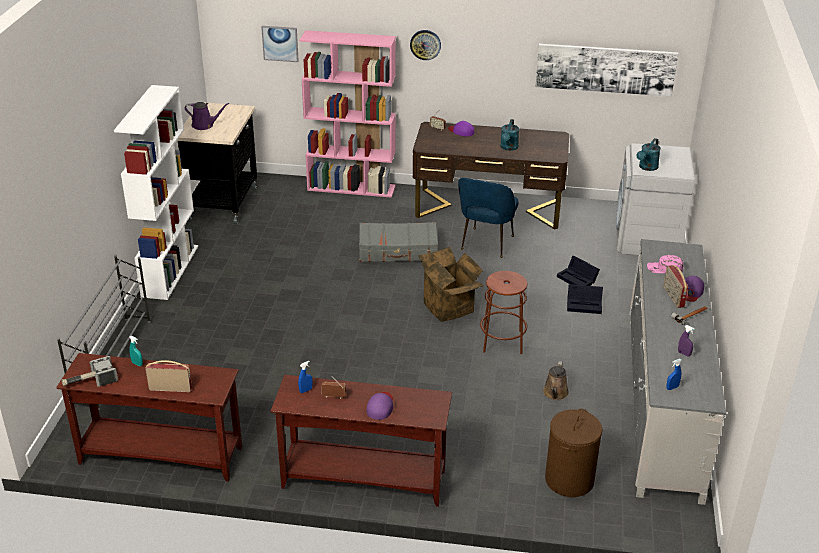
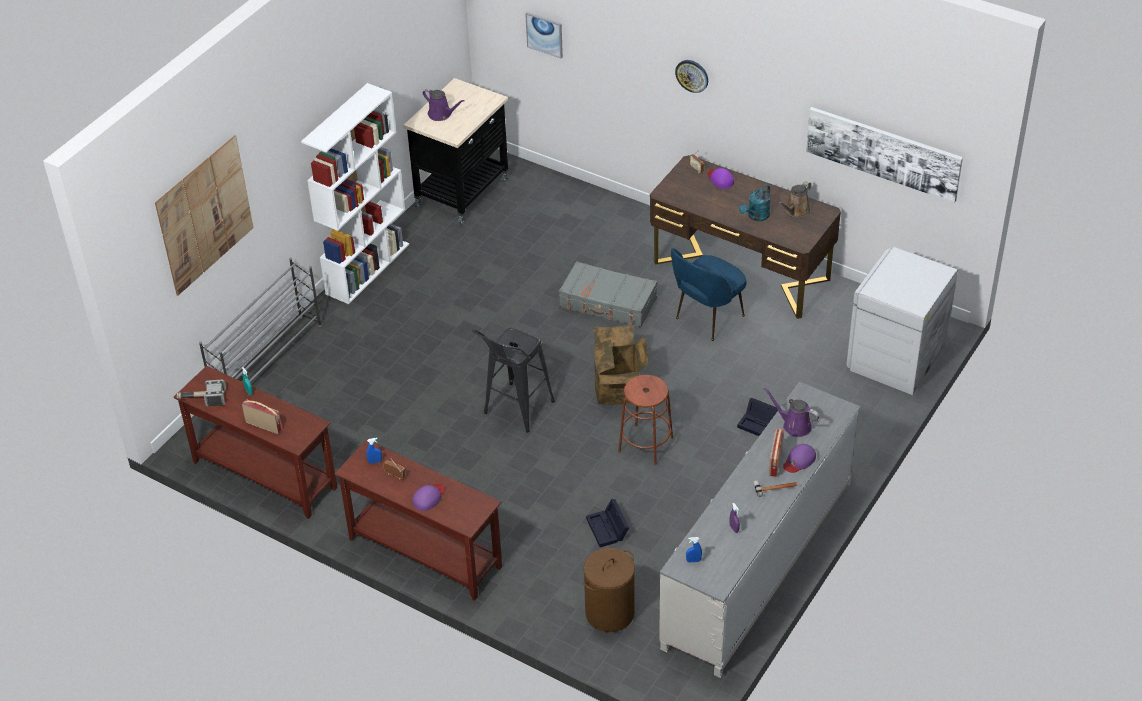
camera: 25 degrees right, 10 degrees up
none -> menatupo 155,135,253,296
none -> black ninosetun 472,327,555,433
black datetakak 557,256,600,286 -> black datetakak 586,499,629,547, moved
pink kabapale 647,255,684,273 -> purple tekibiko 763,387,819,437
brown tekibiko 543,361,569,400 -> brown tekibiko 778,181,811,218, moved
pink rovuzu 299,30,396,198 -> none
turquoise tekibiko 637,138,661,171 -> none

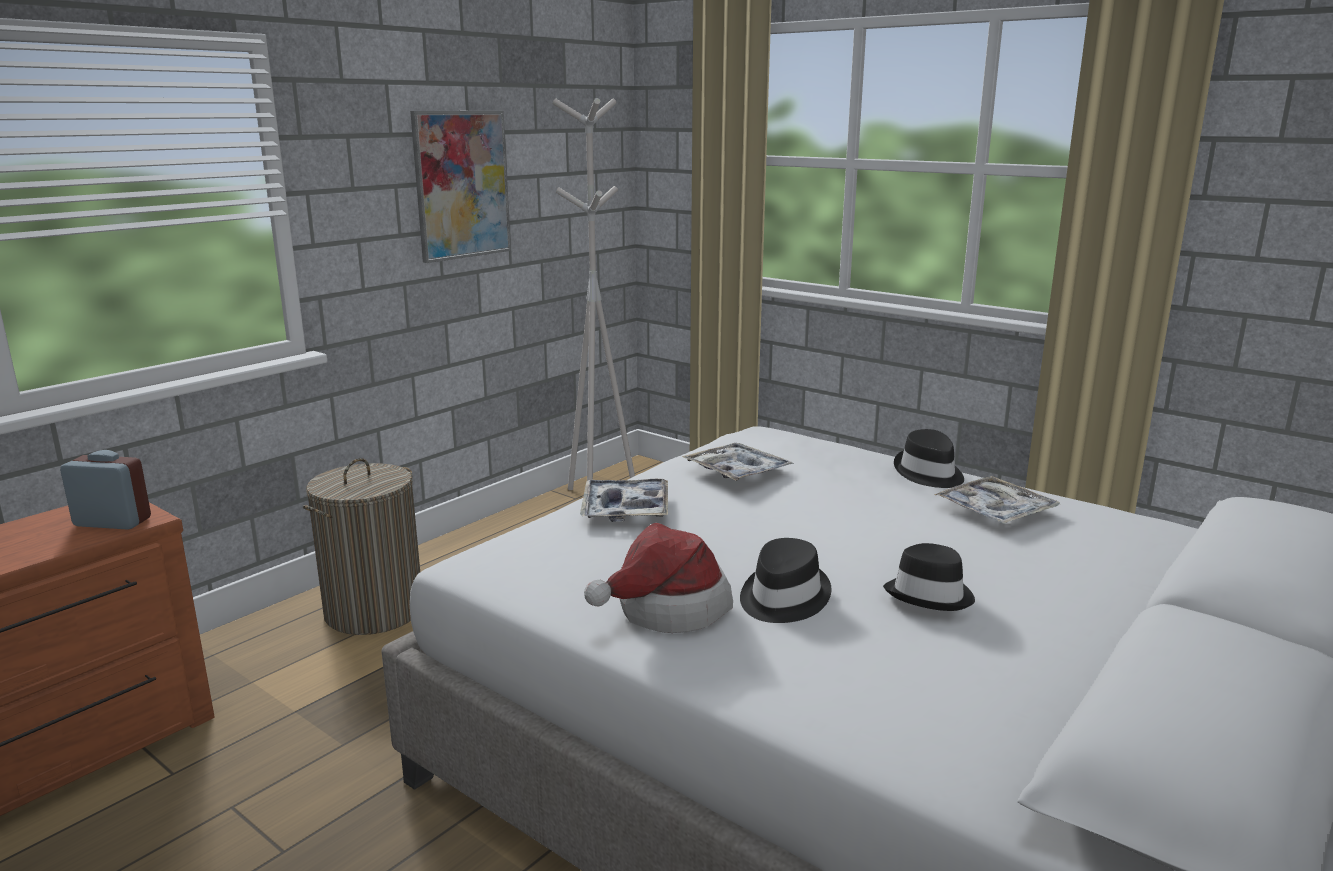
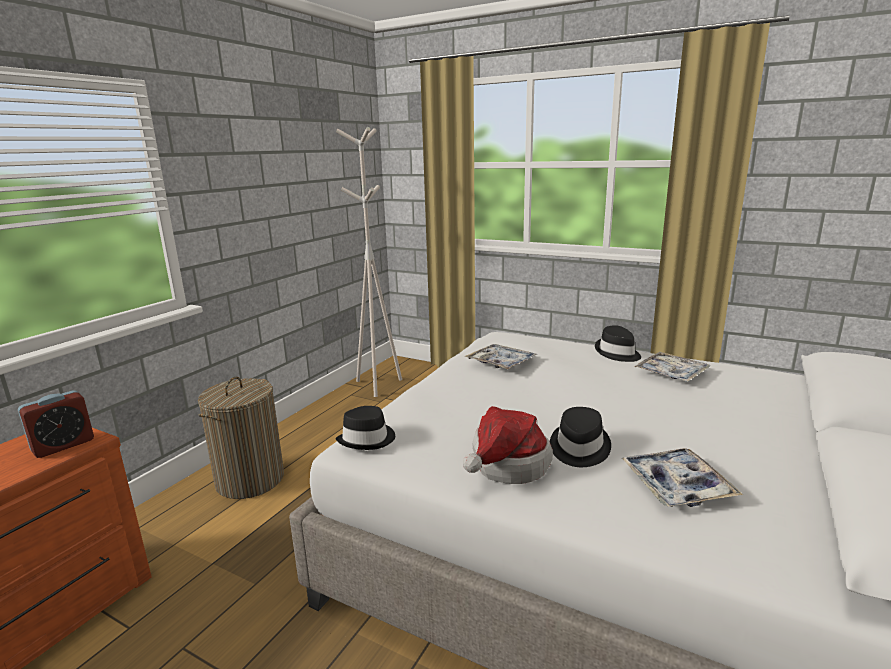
camera: 10 degrees left, 0 degrees up
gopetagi 60,450,151,530 -> gopetagi 18,390,94,458, 135 degrees clockwise
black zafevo 883,543,975,611 -> black zafevo 335,406,395,450, moved
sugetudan 580,479,668,522 -> sugetudan 622,448,743,507, moved
menatupo 410,111,511,263 -> none

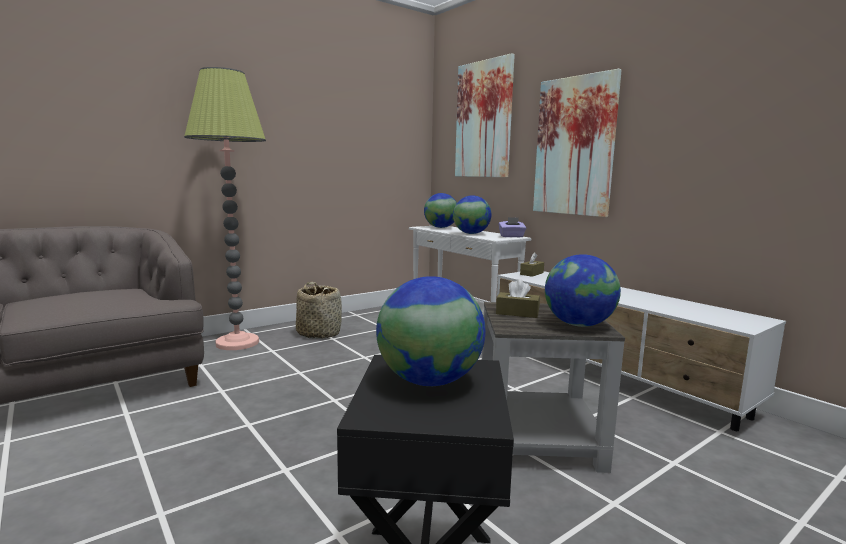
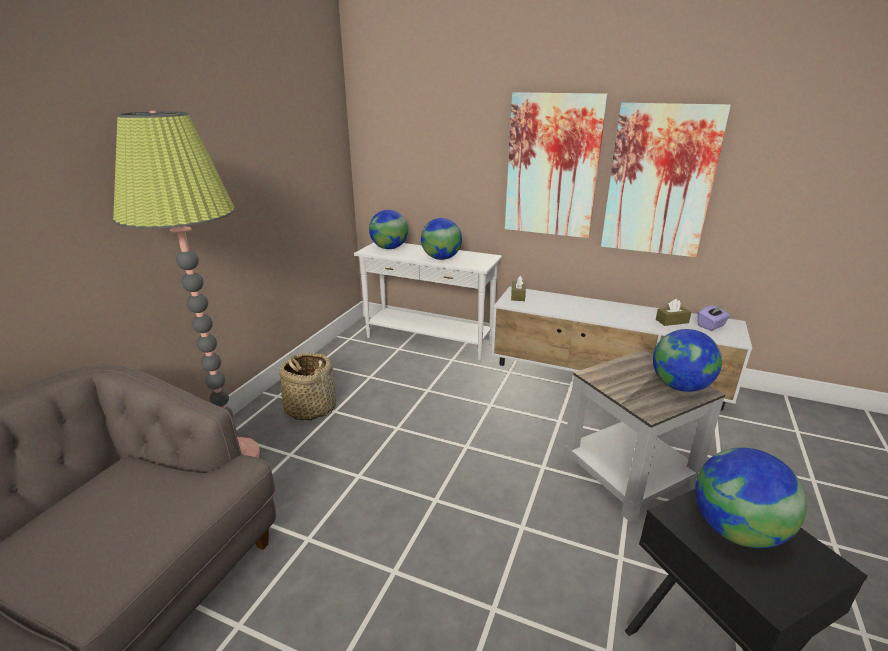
camera: 30 degrees left, 15 degrees up
menatupo 455,53,515,177 -> menatupo 601,103,731,257, moved
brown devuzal 496,279,540,318 -> brown devuzal 656,299,691,326, moved
purple devuzal 499,217,526,237 -> purple devuzal 697,305,731,331, moved

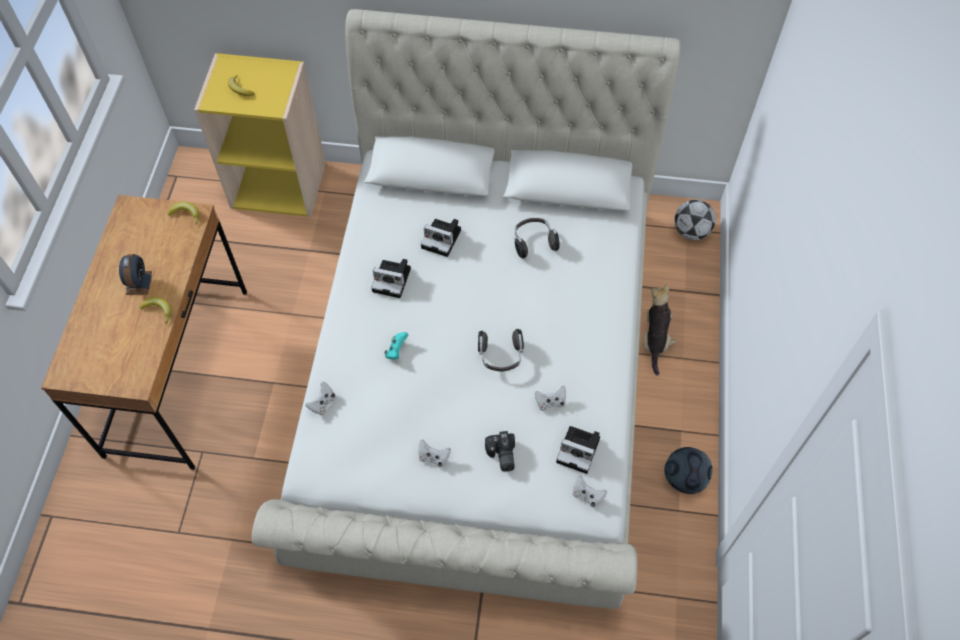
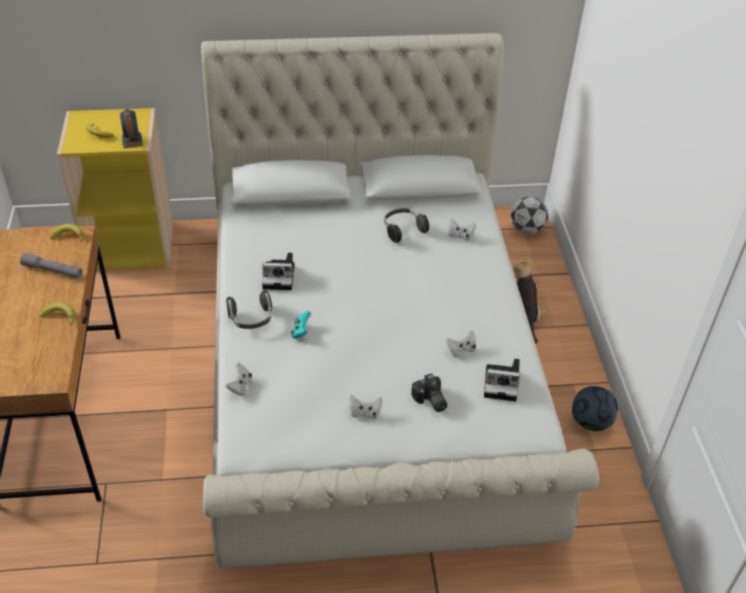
camera: 15 degrees left, 15 degrees down
none -> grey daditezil 20,253,82,279
gopetagi 119,254,152,295 -> gopetagi 120,109,143,148, moved
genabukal 478,329,524,371 -> genabukal 226,290,272,329, moved
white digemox 573,475,607,508 -> white digemox 448,218,476,240, moved
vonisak 421,219,461,257 -> none

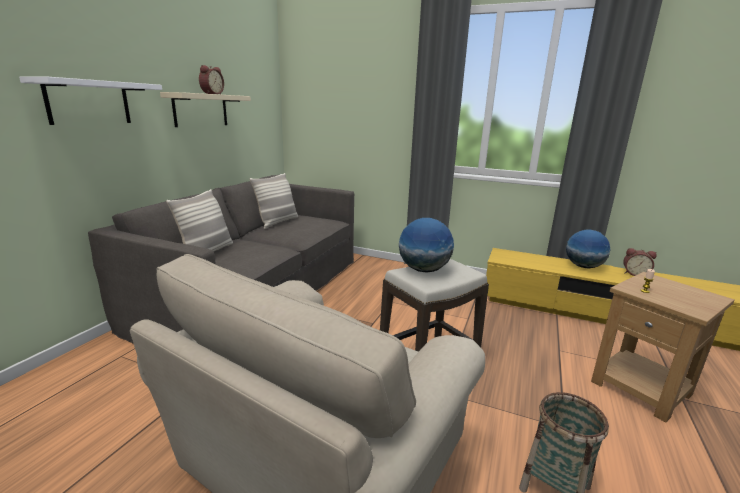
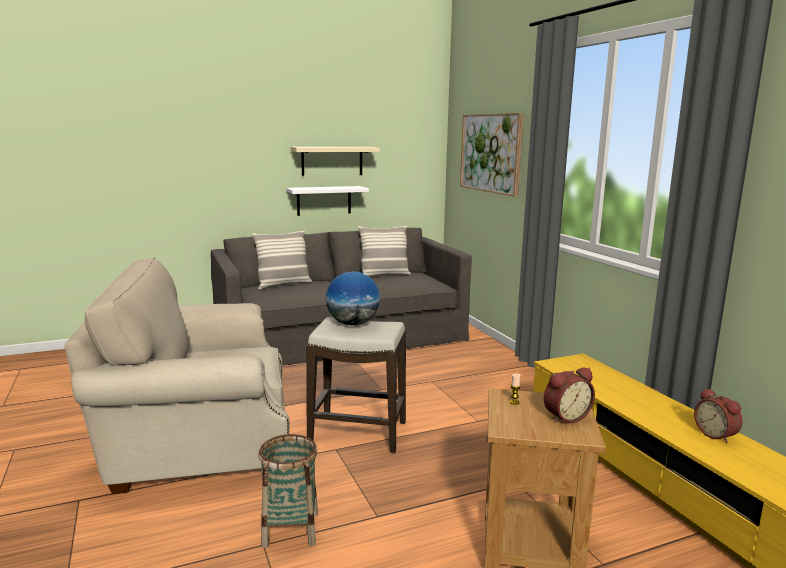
camera: 45 degrees right, 5 degrees down
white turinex 19,76,162,125 -> white turinex 286,186,369,216, moved
none -> menatupo 460,113,524,197
gopetagi 199,65,224,95 -> gopetagi 544,368,595,423, moved
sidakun 566,230,611,268 -> none

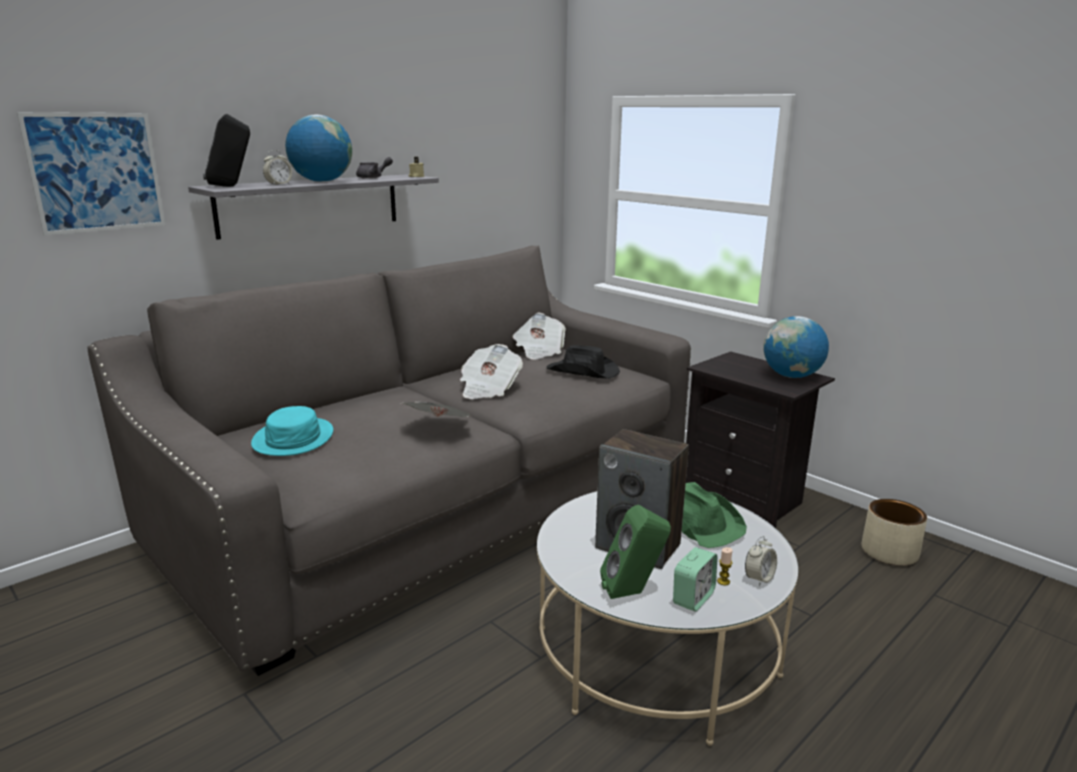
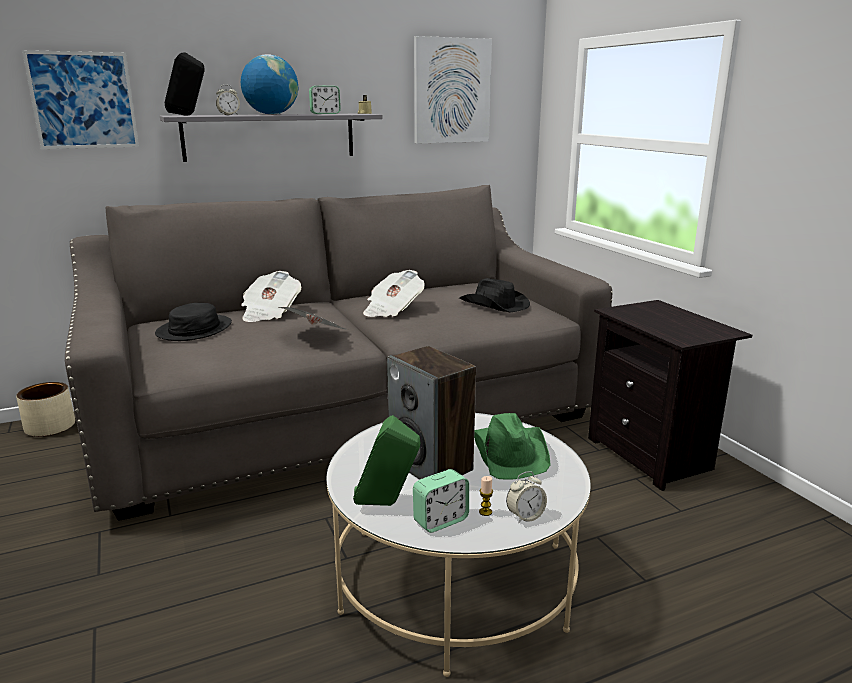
camera: 20 degrees right, 0 degrees up
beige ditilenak 862,499,927,566 -> beige ditilenak 16,382,75,437, moved
turquoise zafevo 251,406,333,456 -> black zafevo 155,303,232,341
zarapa 512,312,566,359 -> zarapa 241,271,302,322, moved
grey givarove 356,157,393,179 -> gopetagi 309,86,341,114
none -> menatupo 414,36,492,144
sidakun 763,316,829,378 -> none

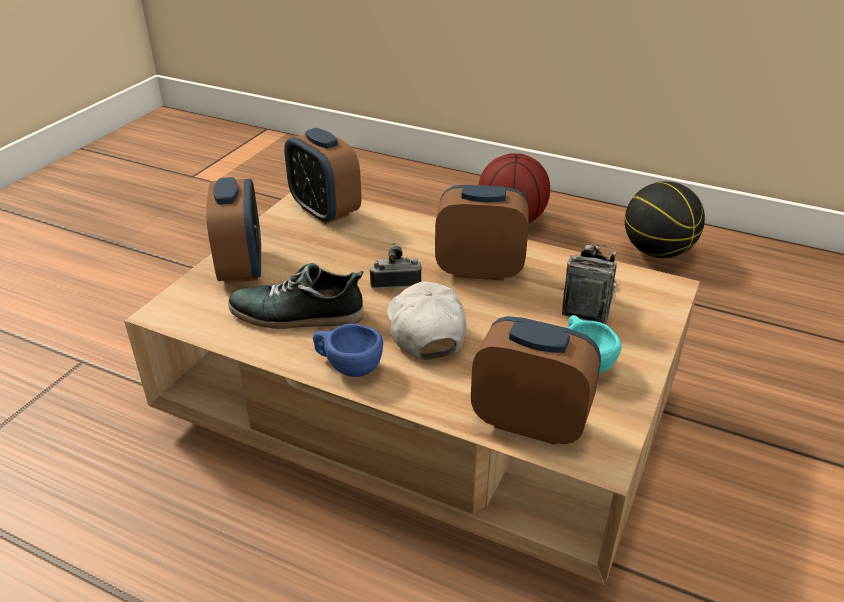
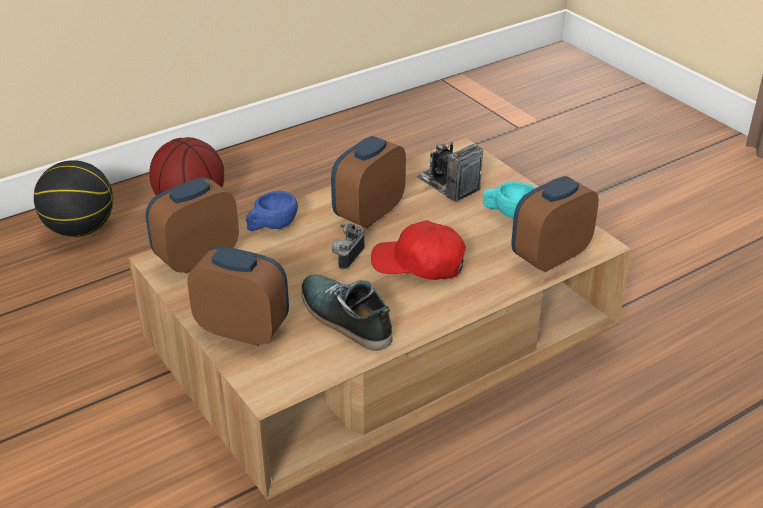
camera: 60 degrees left, 0 degrees up
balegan 625,181,705,258 -> balegan 34,160,113,237, moved
gopetagi 284,128,362,224 -> gopetagi 146,177,239,274, 150 degrees clockwise
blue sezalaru 313,324,383,377 -> blue sezalaru 246,191,298,231, moved
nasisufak 228,263,363,329 -> nasisufak 301,275,393,351, 105 degrees clockwise
white kabapale 387,281,466,360 -> red kabapale 371,220,466,280

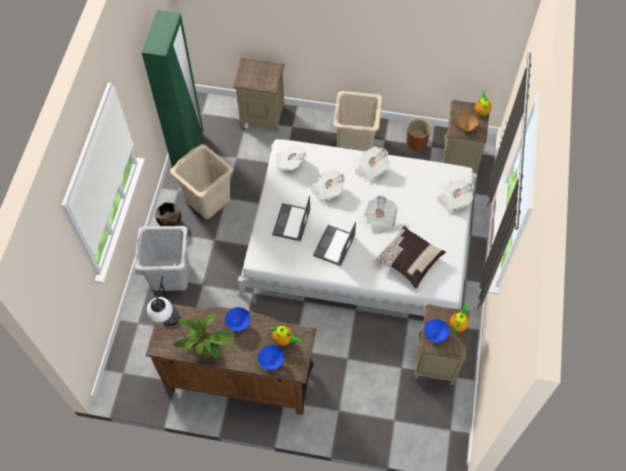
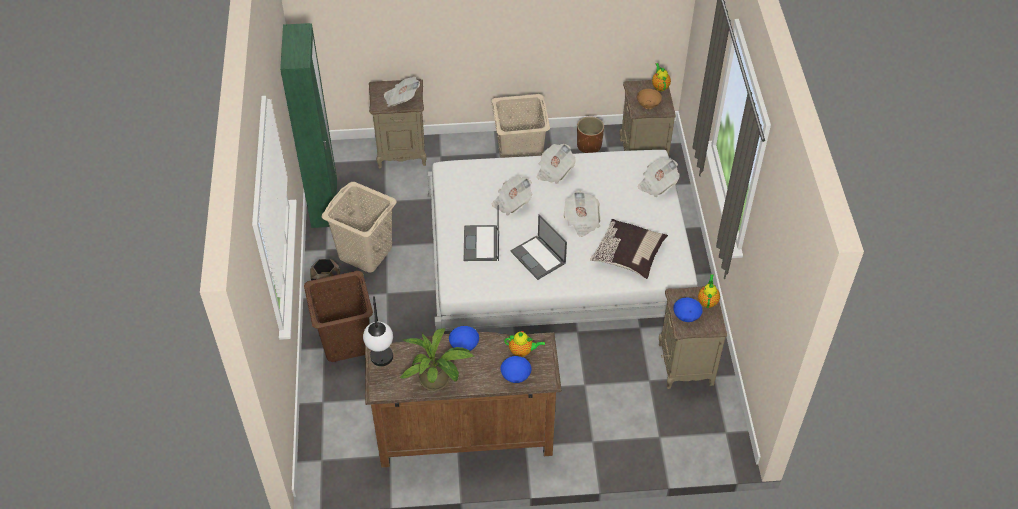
camera: 15 degrees left, 10 degrees down
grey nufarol 135,226,189,291 -> brown nufarol 304,271,373,362
zarapa 276,145,306,170 -> zarapa 384,77,420,107, moved
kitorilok 313,221,356,266 -> kitorilok 511,215,567,280, 45 degrees counterclockwise

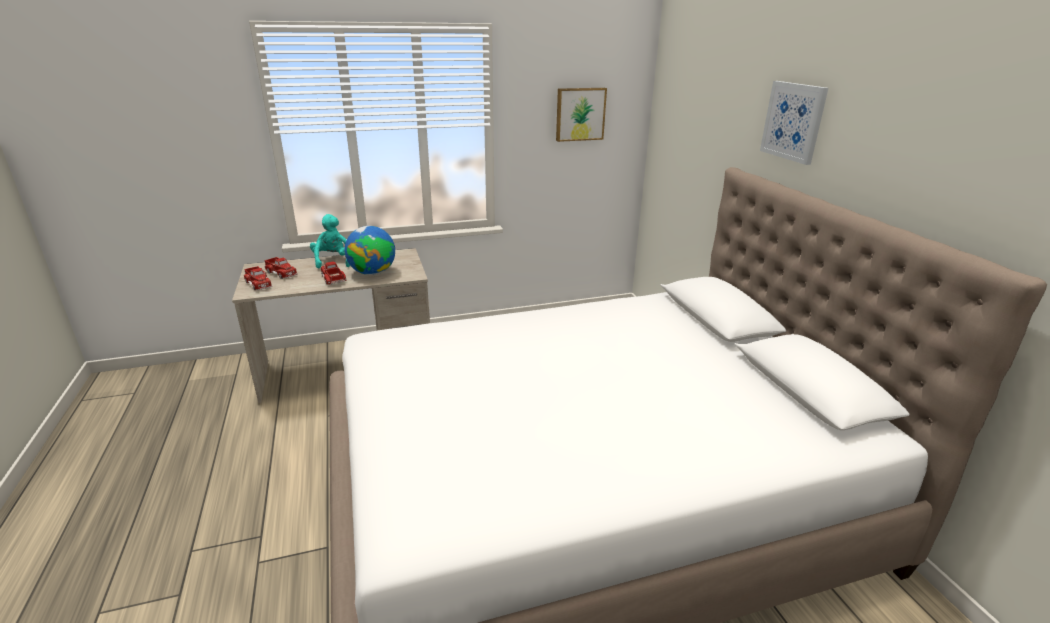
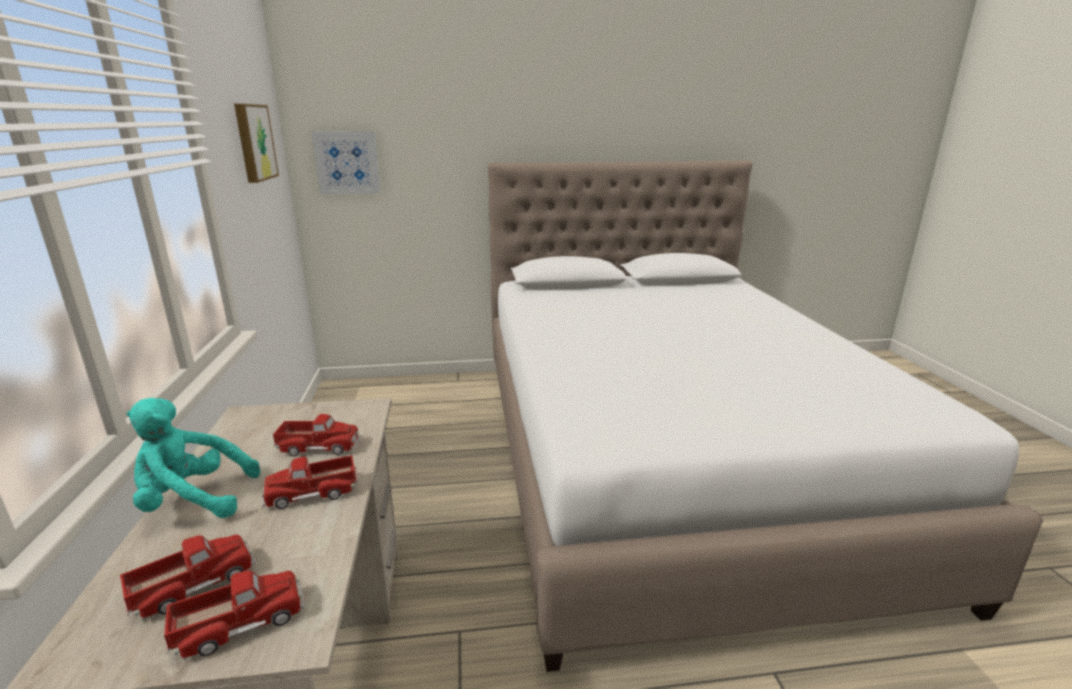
camera: 80 degrees left, 5 degrees down
sidakun 345,226,395,275 -> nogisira 273,414,361,456
menatupo 760,81,828,165 -> menatupo 312,131,381,194, moved

